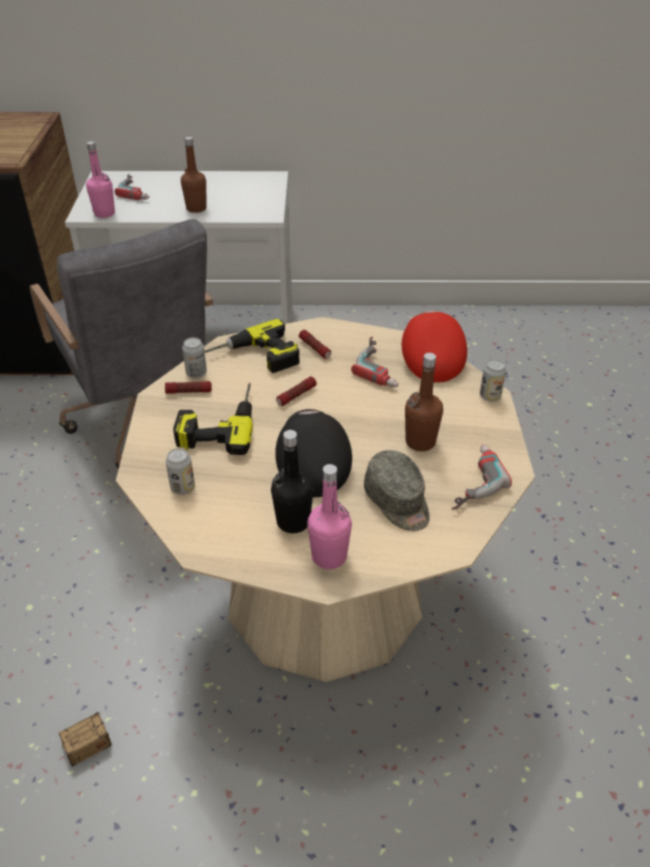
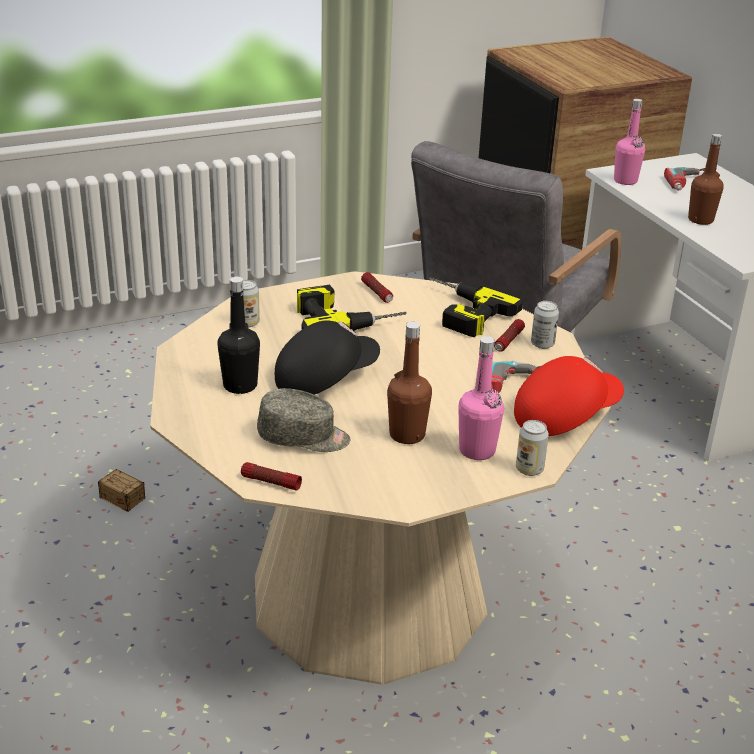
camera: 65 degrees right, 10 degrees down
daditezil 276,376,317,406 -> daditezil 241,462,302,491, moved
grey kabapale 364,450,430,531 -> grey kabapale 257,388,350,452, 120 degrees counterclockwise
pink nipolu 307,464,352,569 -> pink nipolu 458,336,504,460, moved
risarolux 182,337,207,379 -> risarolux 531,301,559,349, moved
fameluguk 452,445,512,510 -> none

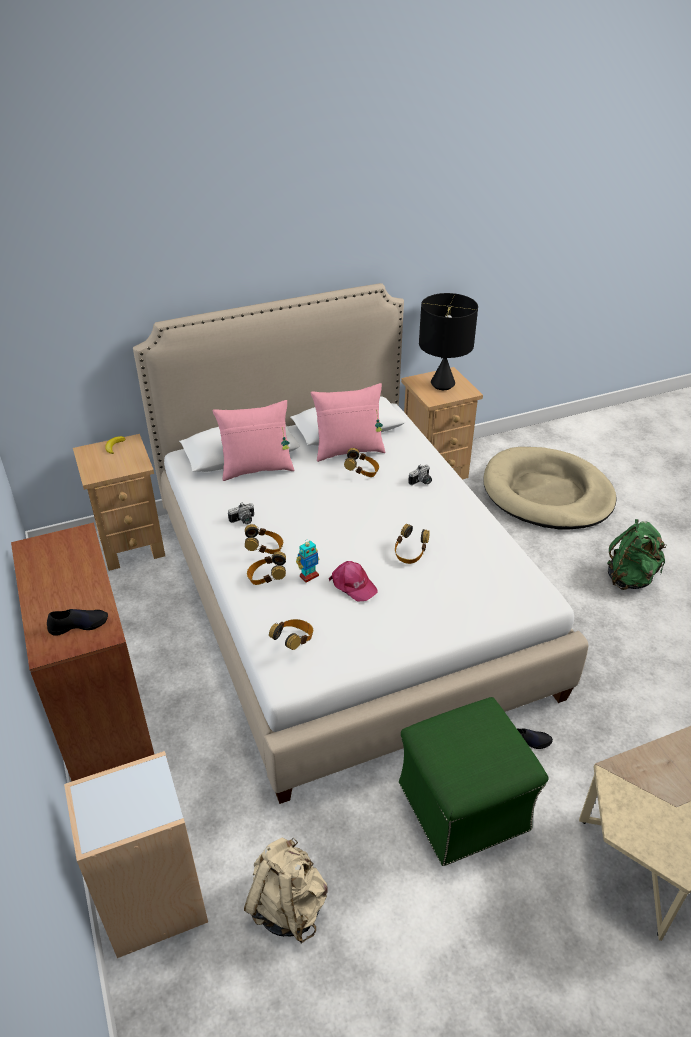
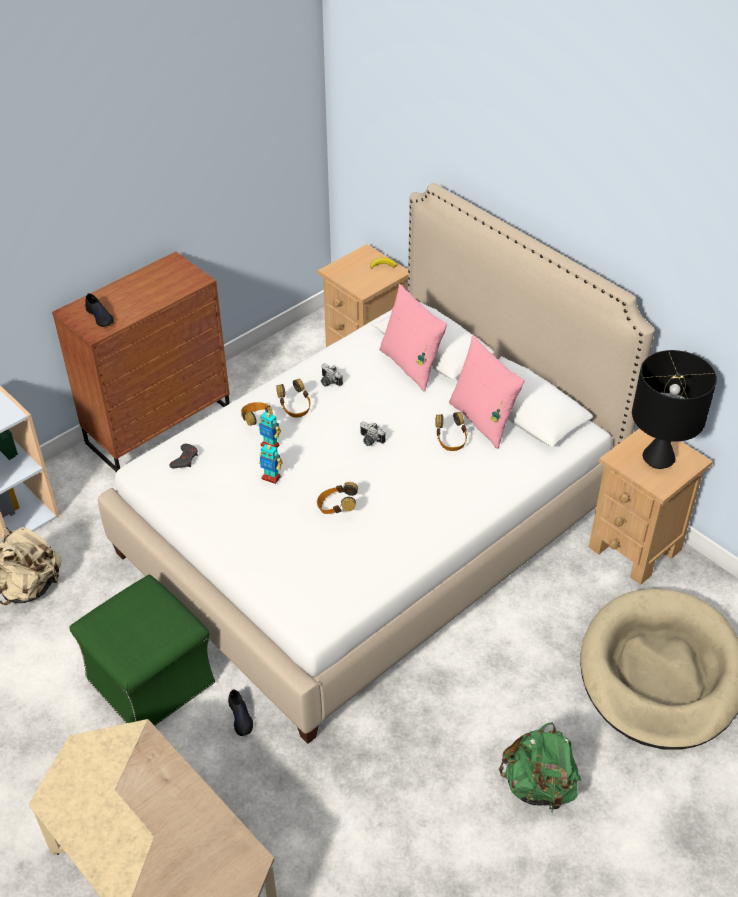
camera: 70 degrees right, 5 degrees up
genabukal 269,619,313,650 -> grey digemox 169,444,198,468
pink kabapale 329,561,378,602 -> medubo 259,442,283,484
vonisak 408,465,432,485 -> vonisak 360,422,386,446, moved

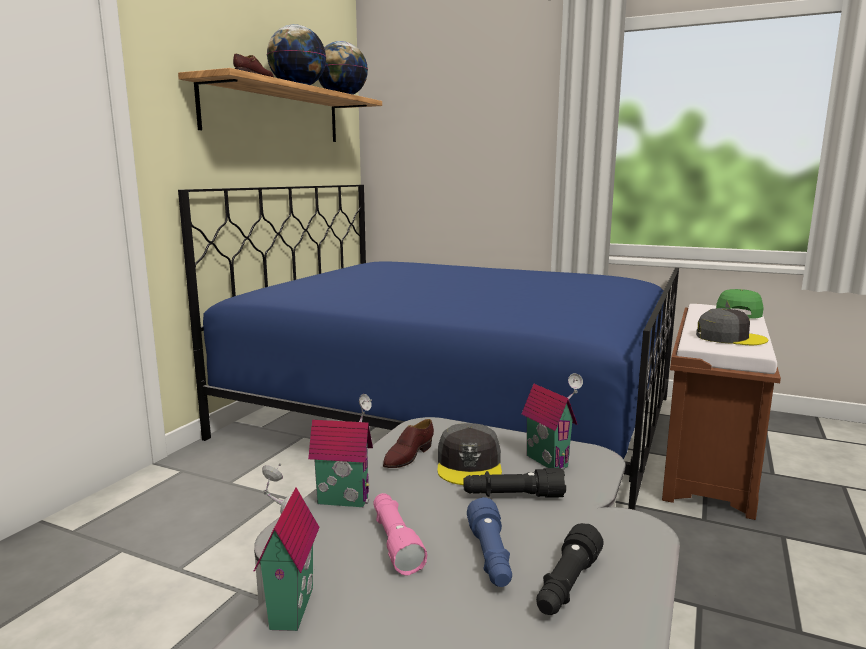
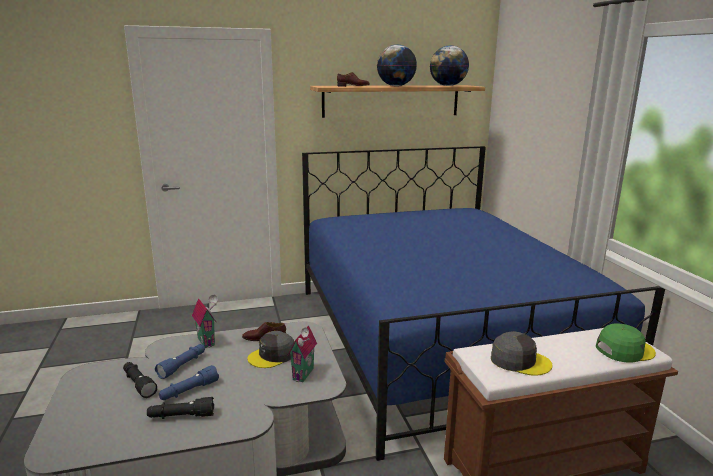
camera: 50 degrees right, 5 degrees up
black daditezil 463,468,566,498 -> black daditezil 123,362,157,398, moved
pink daditezil 373,493,427,576 -> blue daditezil 155,344,205,379
grey kabapale 696,308,768,345 -> grey kabapale 491,331,552,376, 45 degrees counterclockwise
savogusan 254,463,319,631 -> none

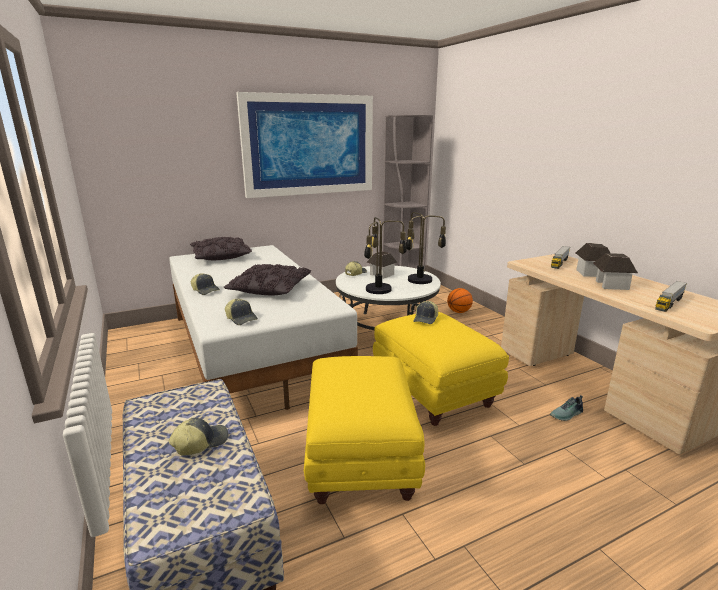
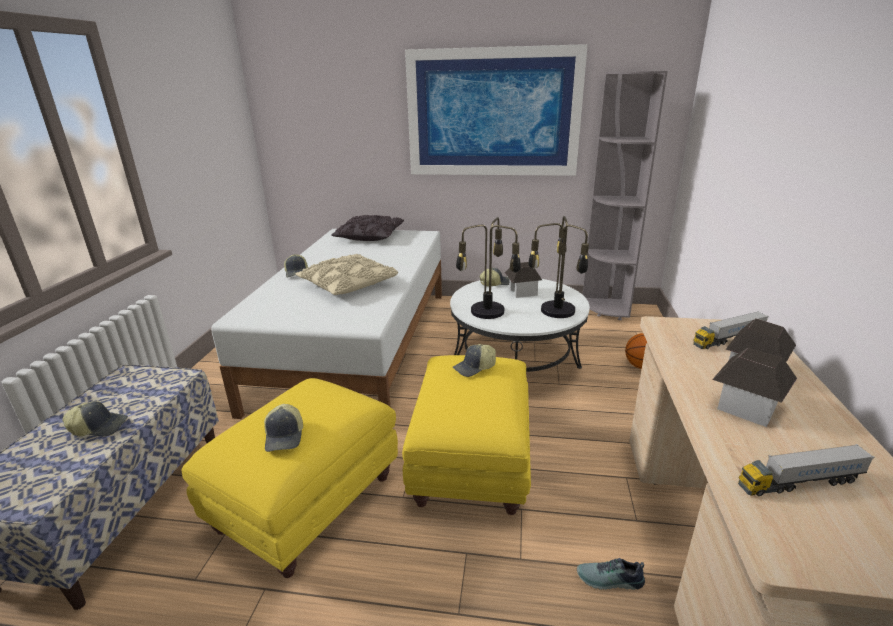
camera: 35 degrees right, 5 degrees up
kabapale 225,299,258,325 -> kabapale 264,404,303,452, moved
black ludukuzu 223,264,311,295 -> beige ludukuzu 296,254,398,295

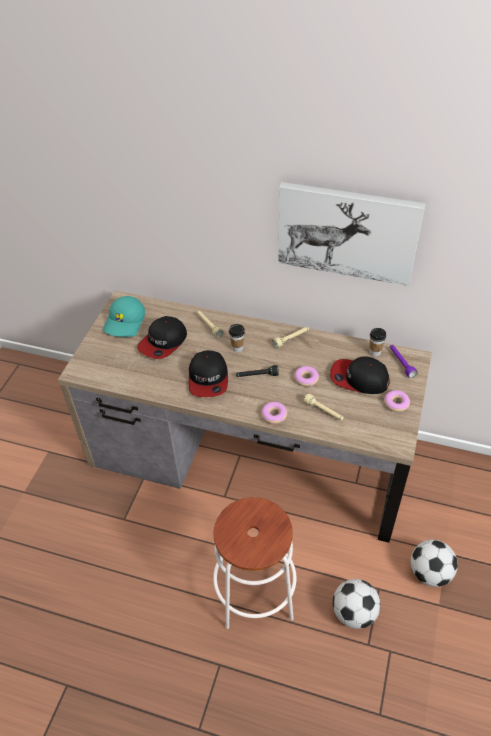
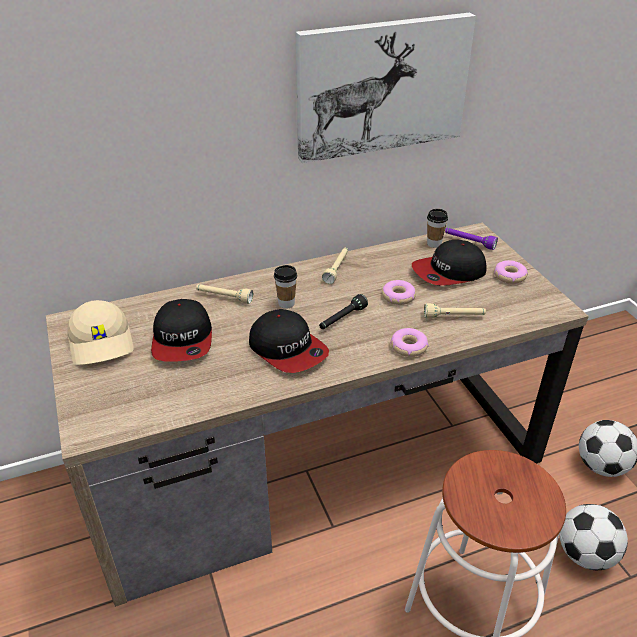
camera: 40 degrees left, 10 degrees down
turquoise kabapale 103,296,145,337 -> beige kabapale 67,300,134,365

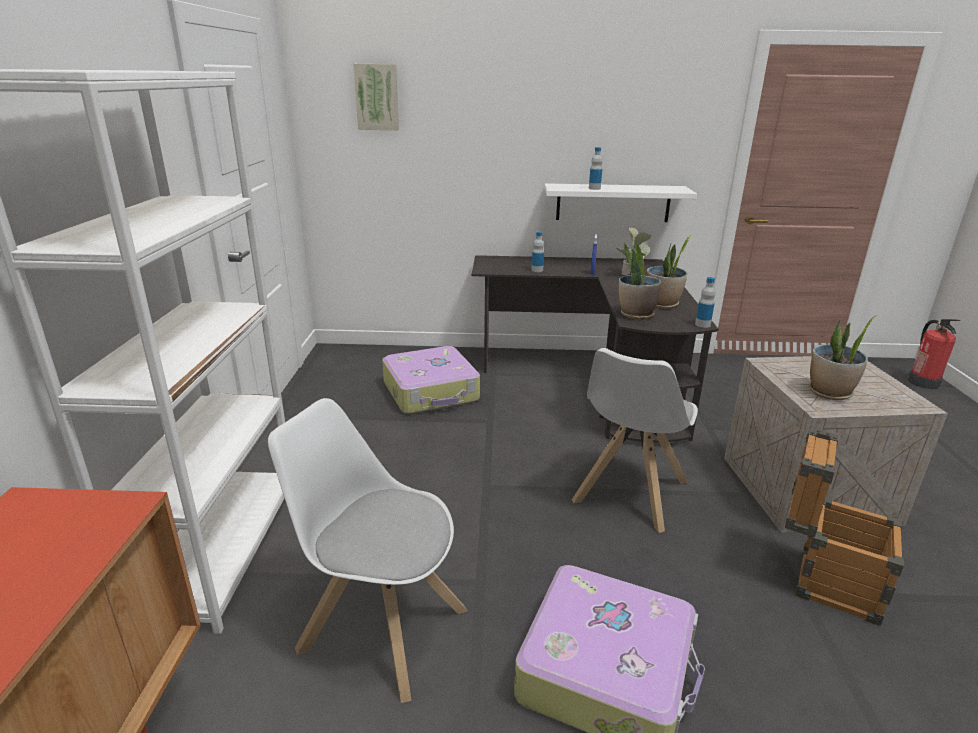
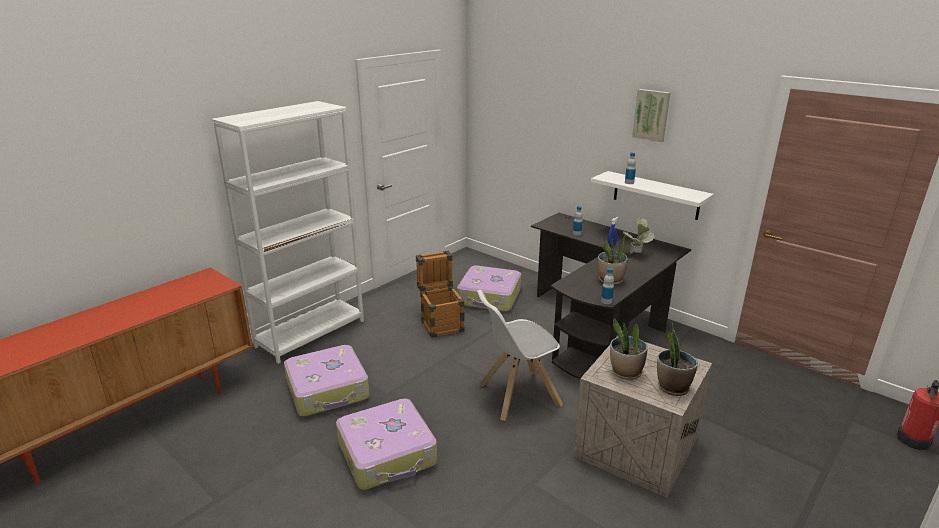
camera: 40 degrees right, 0 degrees up
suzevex 268,398,468,703 -> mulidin 284,345,370,416
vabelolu 785,428,904,626 -> vabelolu 416,250,465,338, moved
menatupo 353,64,399,130 -> menatupo 632,89,670,142, moved
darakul 619,243,661,320 -> darakul 657,322,698,396, moved

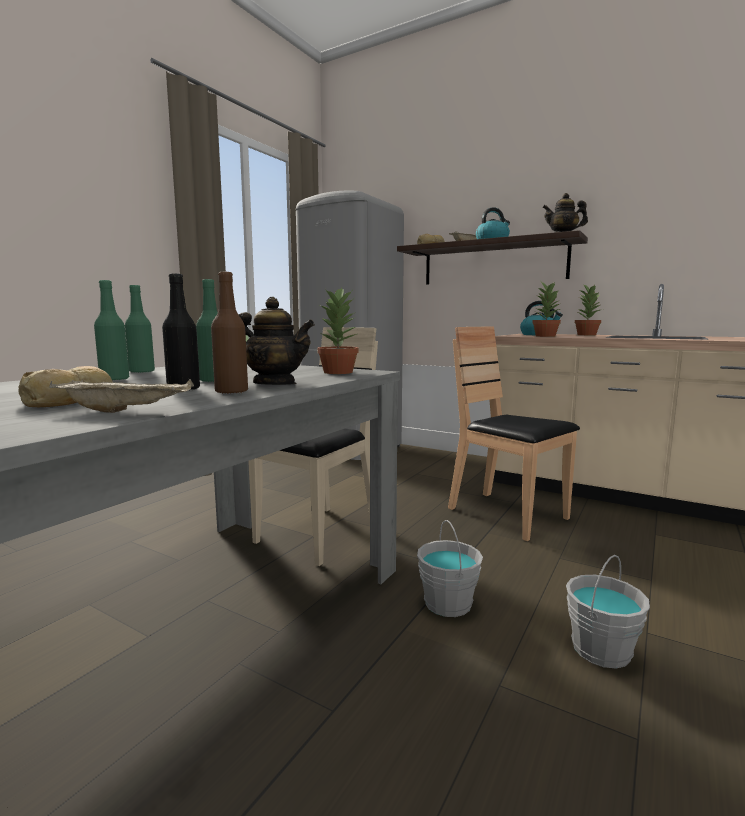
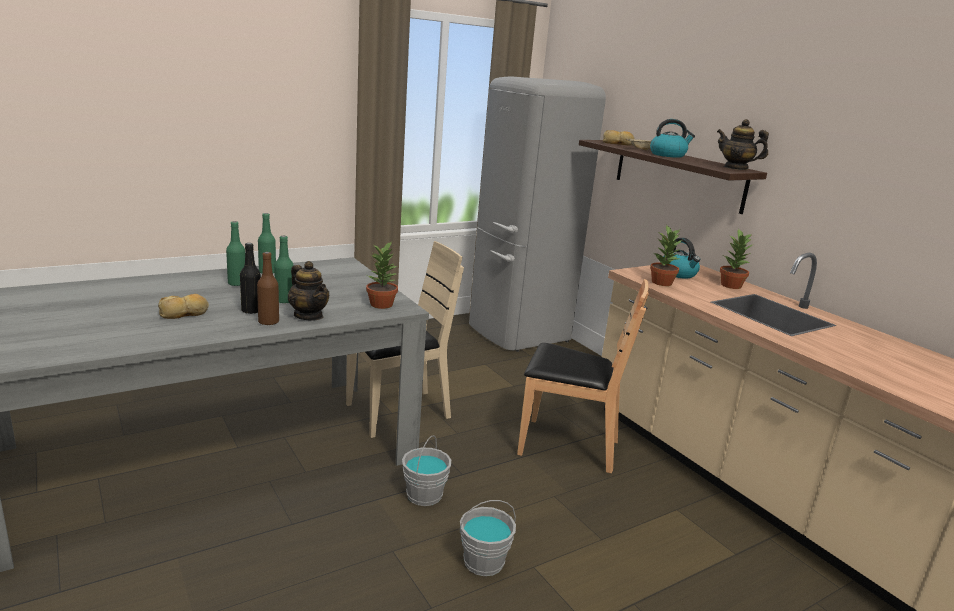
camera: 25 degrees right, 10 degrees up
brown suzevex 448,326,580,541 -> brown suzevex 517,279,649,473, 120 degrees clockwise
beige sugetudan 49,379,194,413 -> none

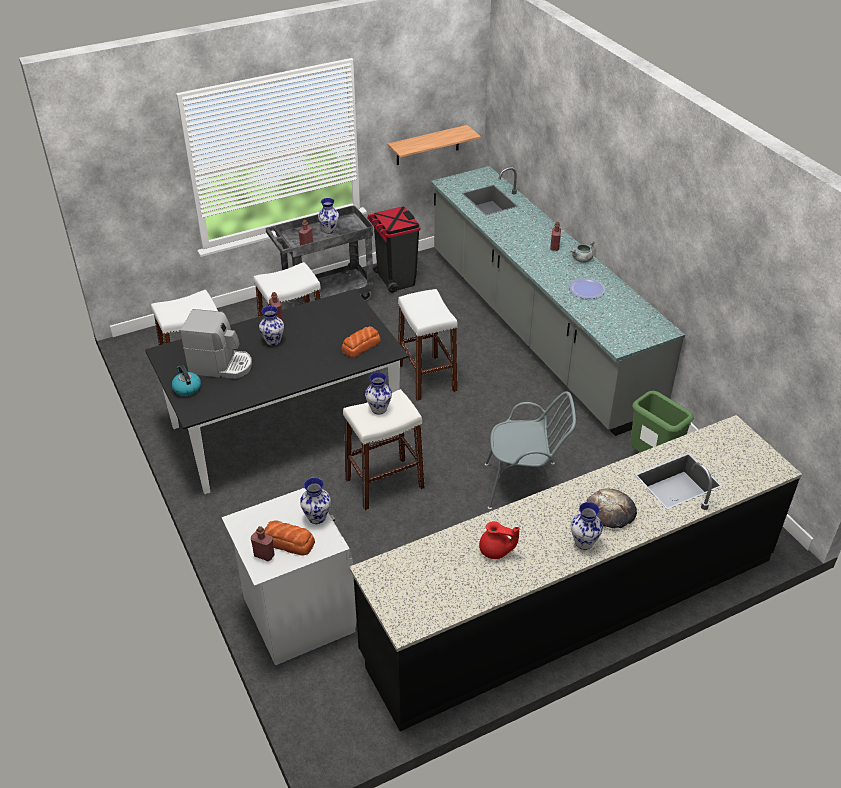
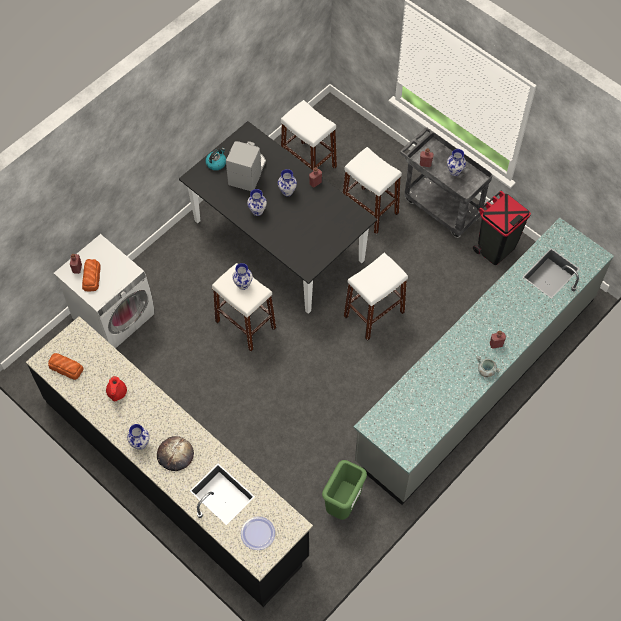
camera: 70 degrees right, 20 degrees up
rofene 341,326,381,357 -> rofene 48,353,84,380, moved
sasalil 180,309,252,379 -> sasalil 226,141,266,191, 150 degrees counterclockwise
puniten 569,278,605,299 -> puniten 241,517,275,550, moved
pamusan 300,478,331,524 -> pamusan 247,189,267,216, moved
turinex 388,125,481,165 -> none
grey suzevex 485,391,576,509 -> none

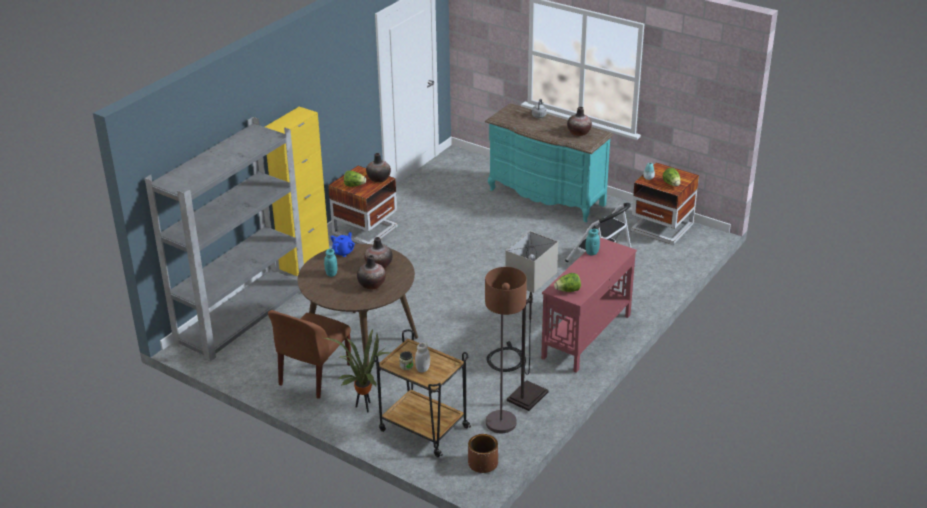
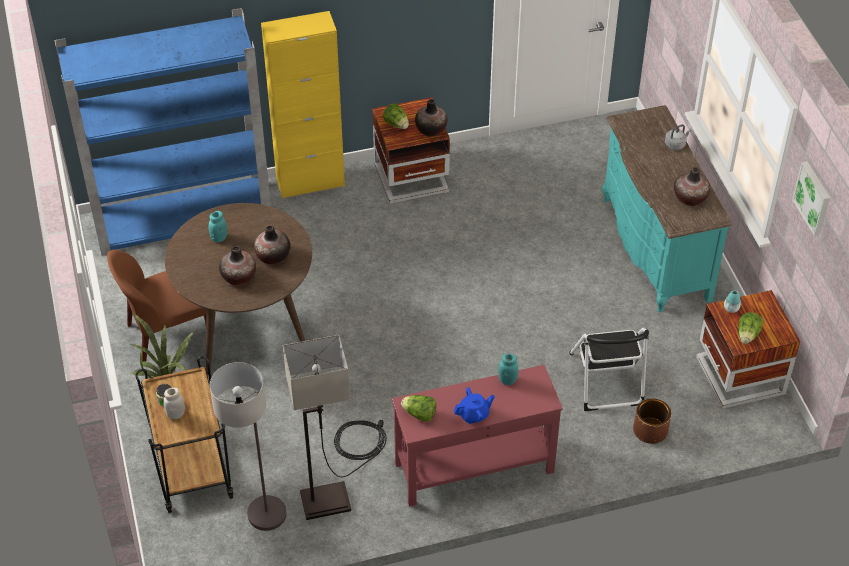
camera: 40 degrees right, 15 degrees up
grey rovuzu 145,117,304,361 -> blue rovuzu 55,8,271,256
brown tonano 485,267,527,433 -> grey tonano 210,362,287,531
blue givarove 331,232,355,257 -> blue givarove 454,387,495,424, moved
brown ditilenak 468,434,498,473 -> brown ditilenak 633,398,671,444, moved
none -> menatupo 792,161,830,236

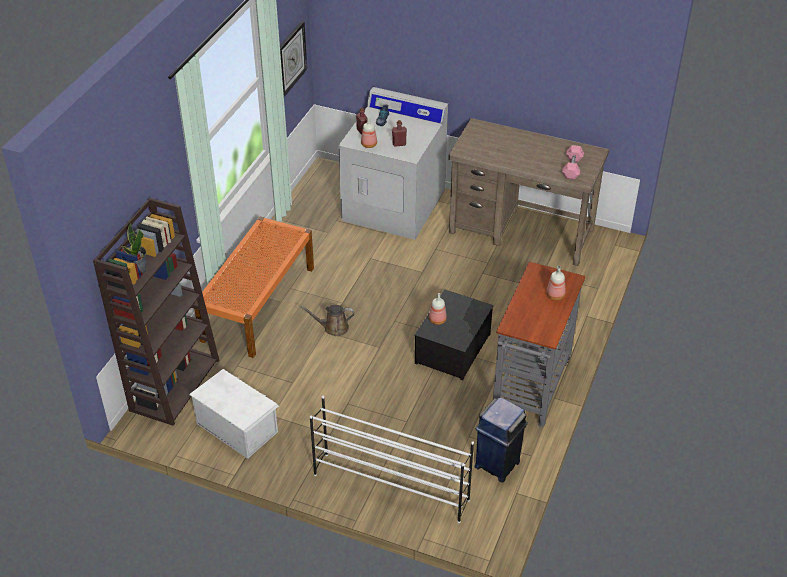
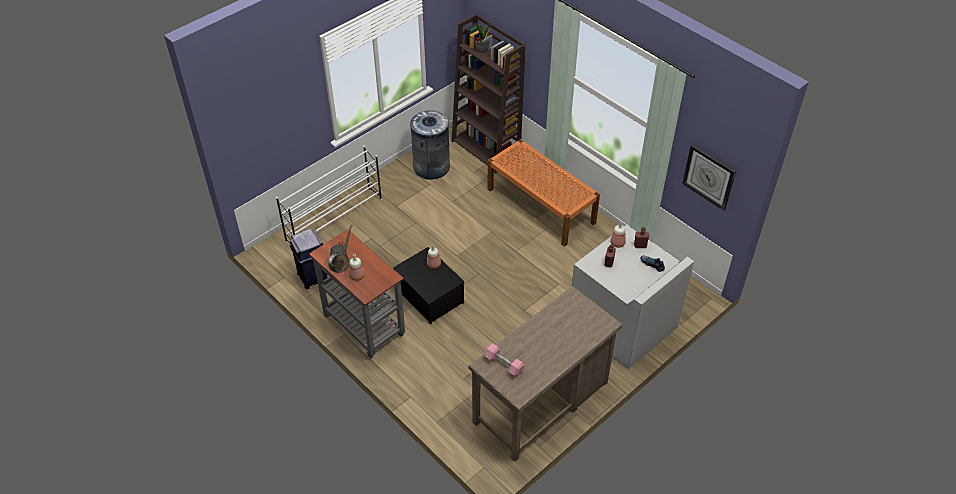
camera: 115 degrees right, 5 degrees up
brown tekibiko 300,305,354,336 -> brown tekibiko 328,224,353,273, moved
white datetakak 189,369,279,459 -> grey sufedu 410,110,450,180

